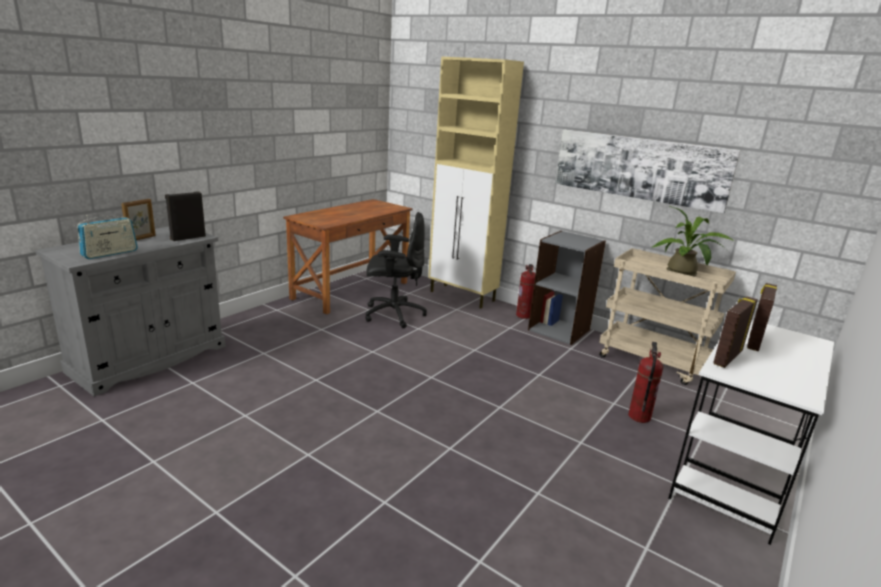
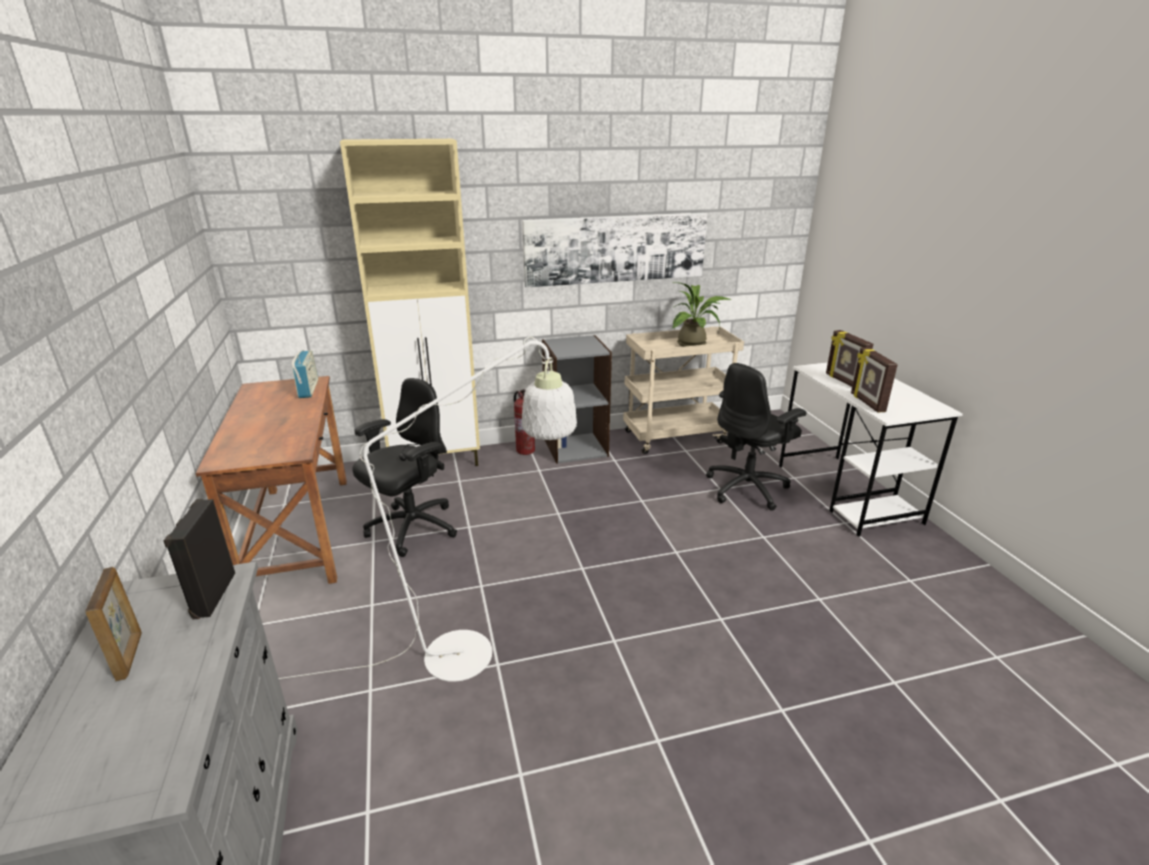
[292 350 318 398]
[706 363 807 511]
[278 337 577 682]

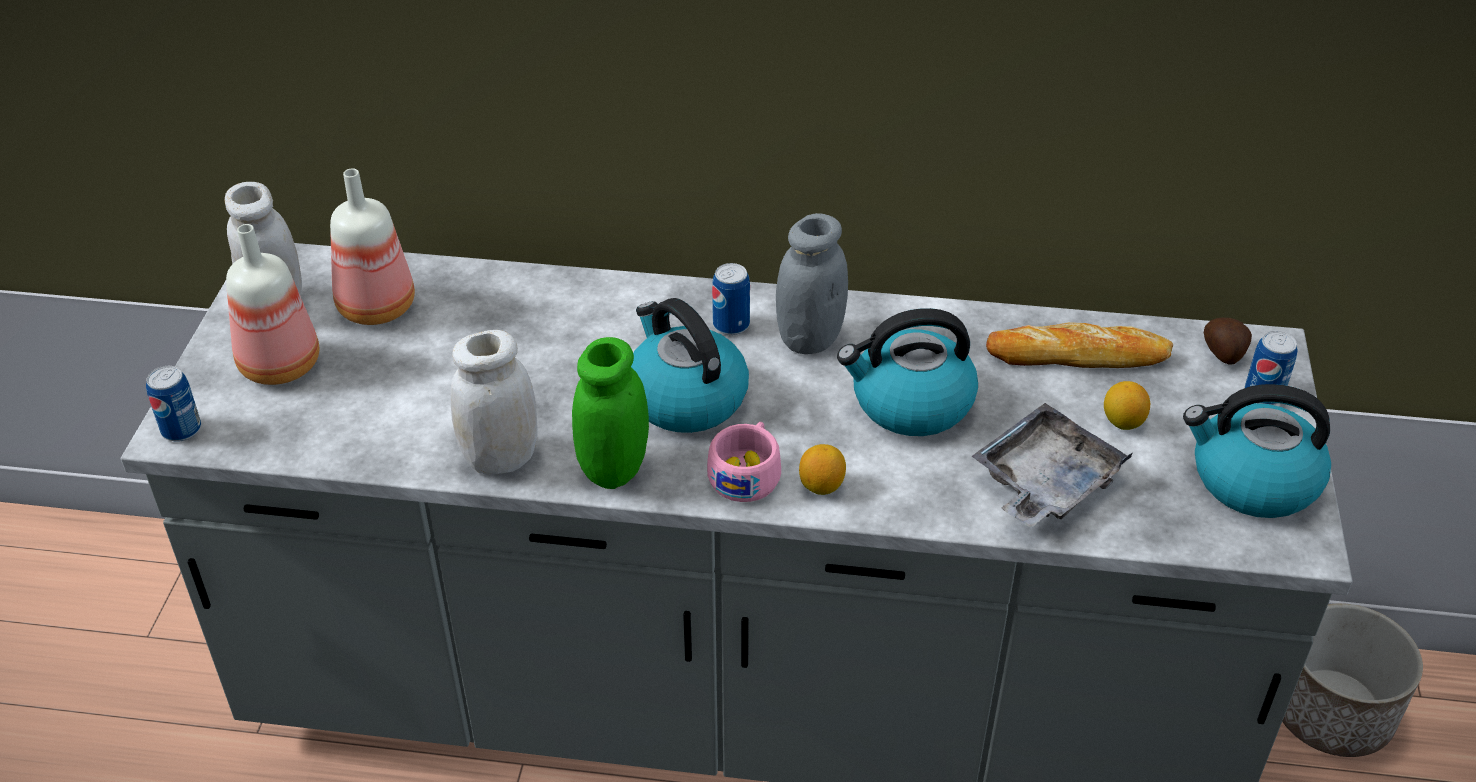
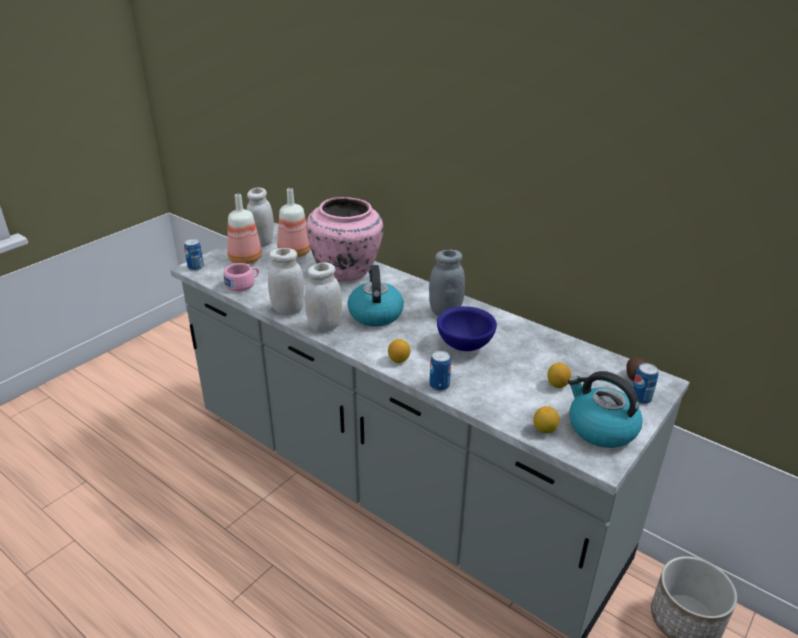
[429 351 451 391]
[437 306 497 351]
[986 322 1173 368] (first image)
[305 262 342 333]
[971 403 1132 528] (first image)
[224 263 259 291]
[306 197 383 281]
[533 406 560 433]

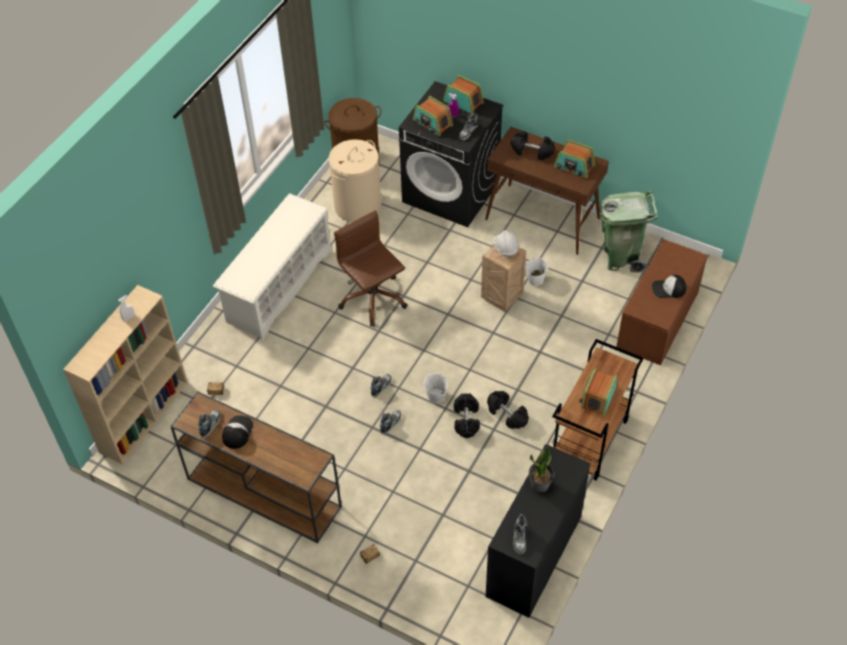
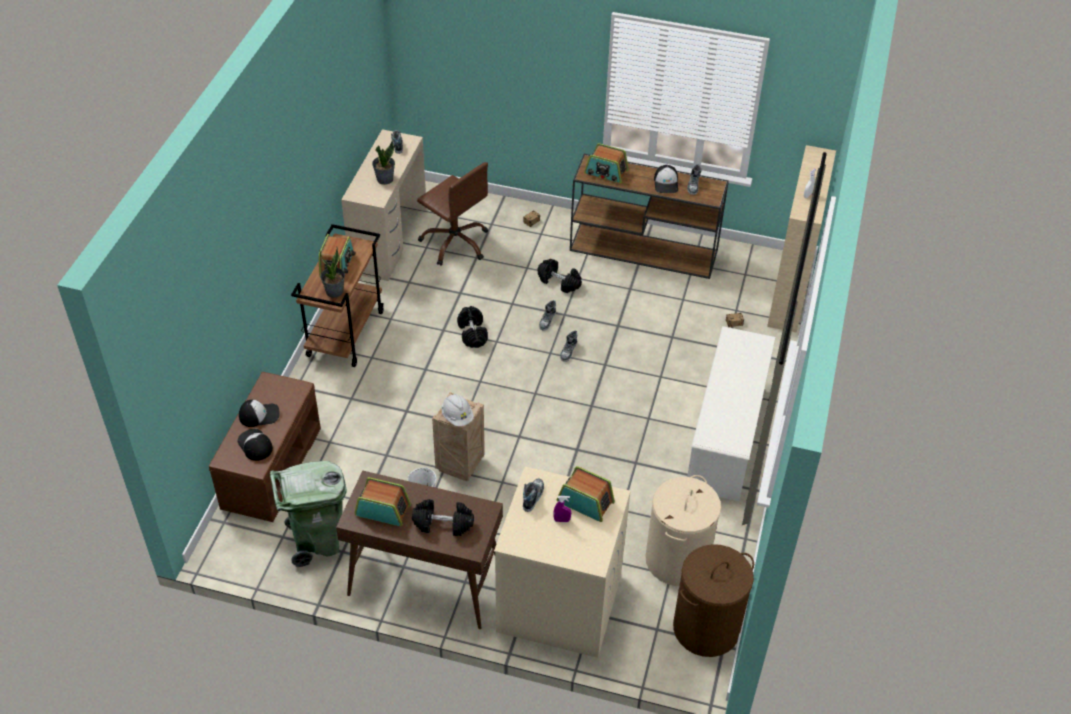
[584 143 629 183]
[494 467 630 658]
[417 162 488 266]
[424 373 448 403] (first image)
[537 259 582 293]
[341 129 427 281]
[319 248 345 298]
[237 429 273 461]

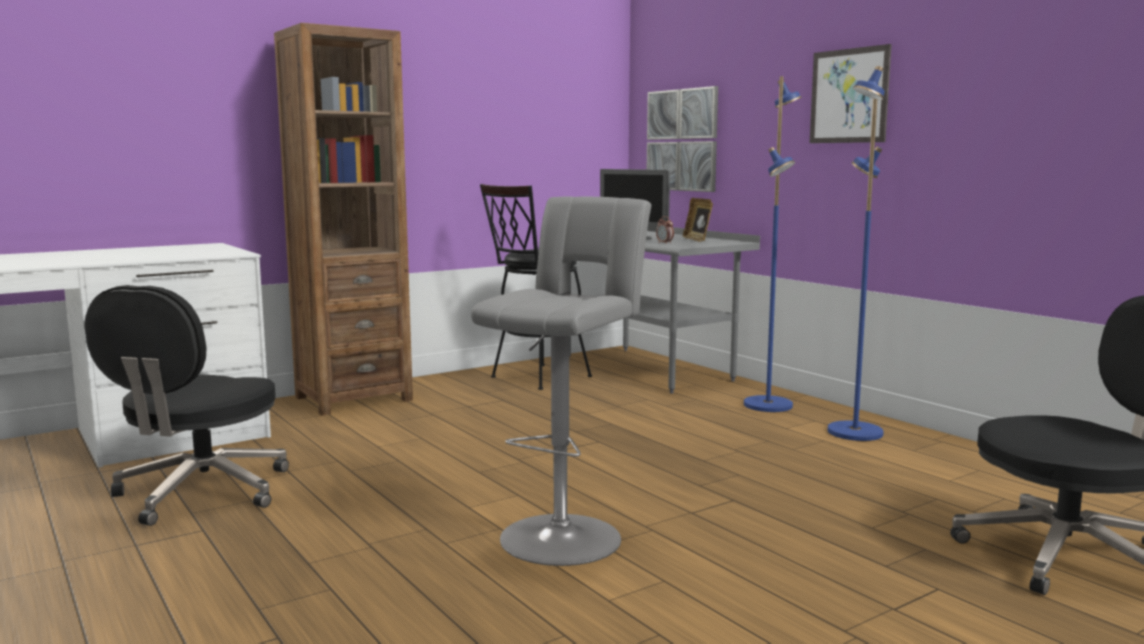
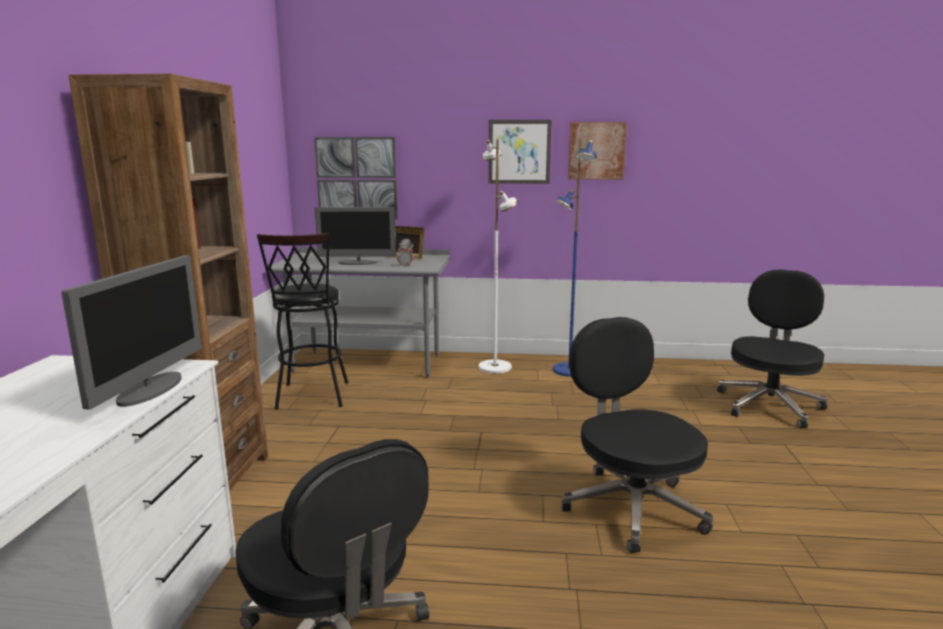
[478 139 518 374]
[561 317 713 553]
[568 122 627 179]
[61 255 202 410]

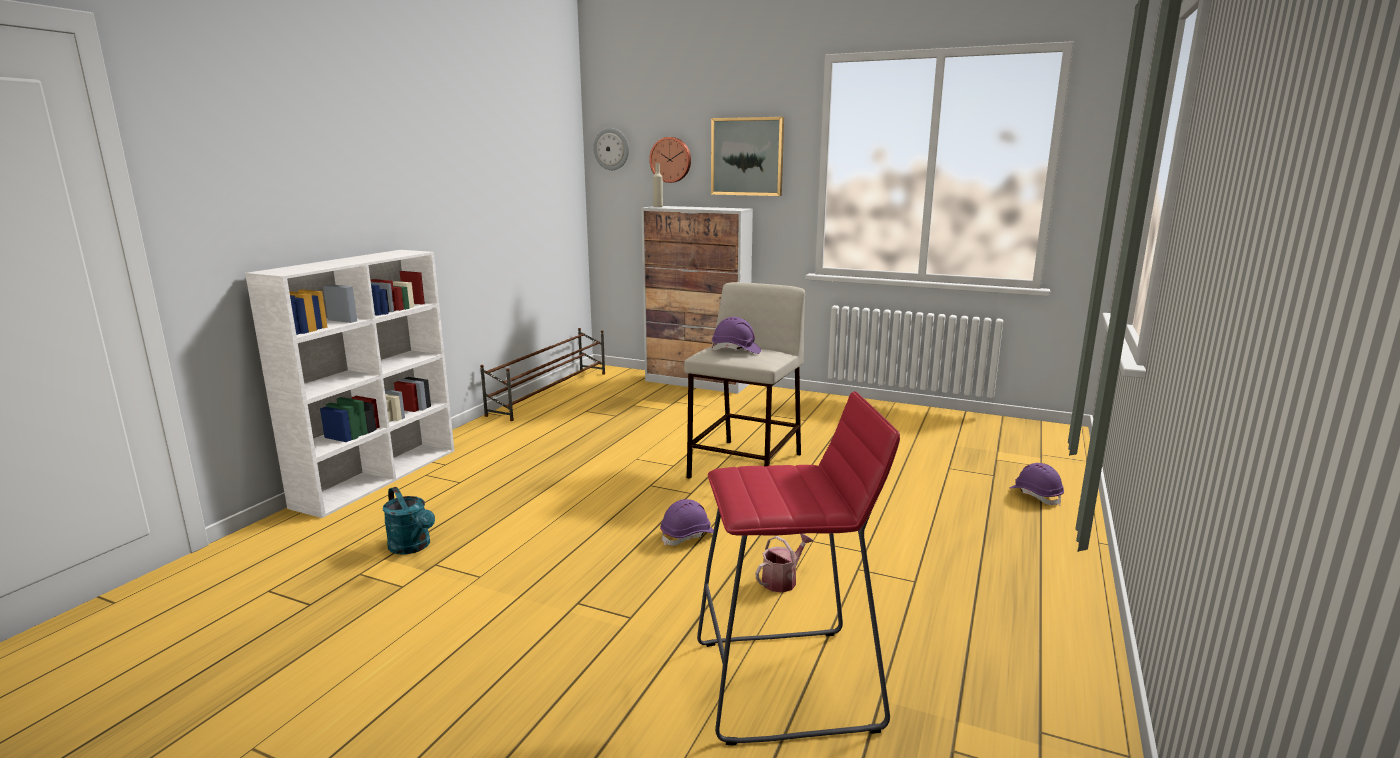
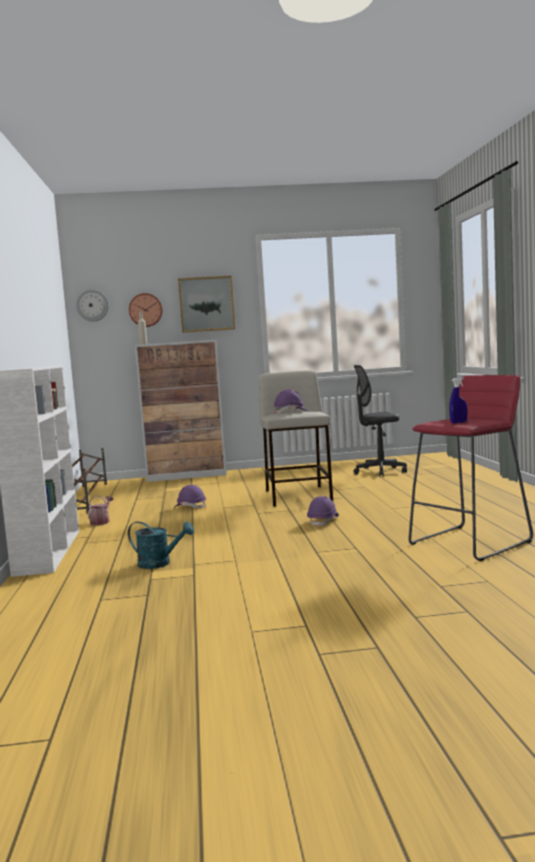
[175 485 206 509]
[88 496 113 525]
[353 365 407 477]
[449 377 467 423]

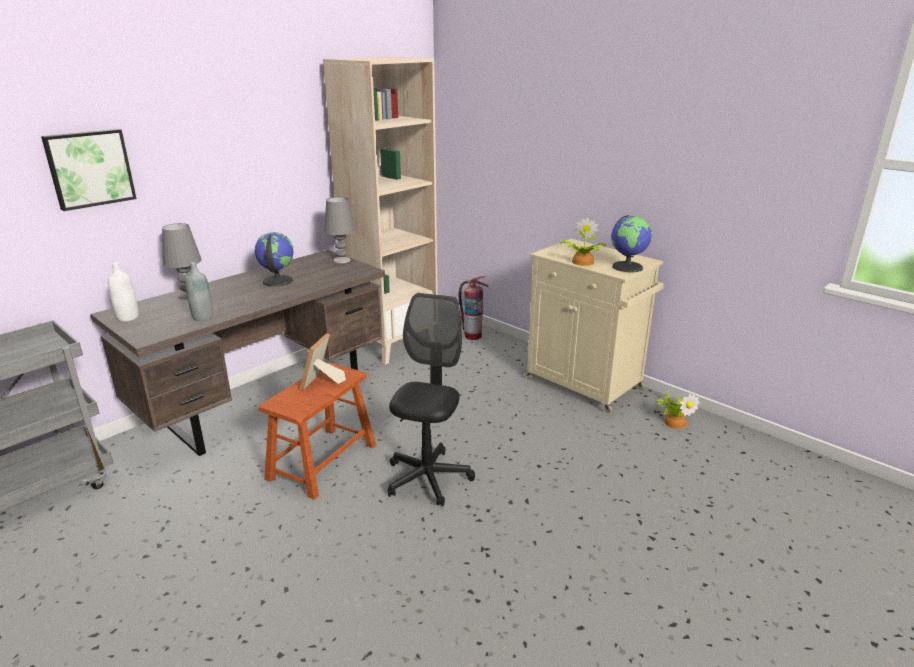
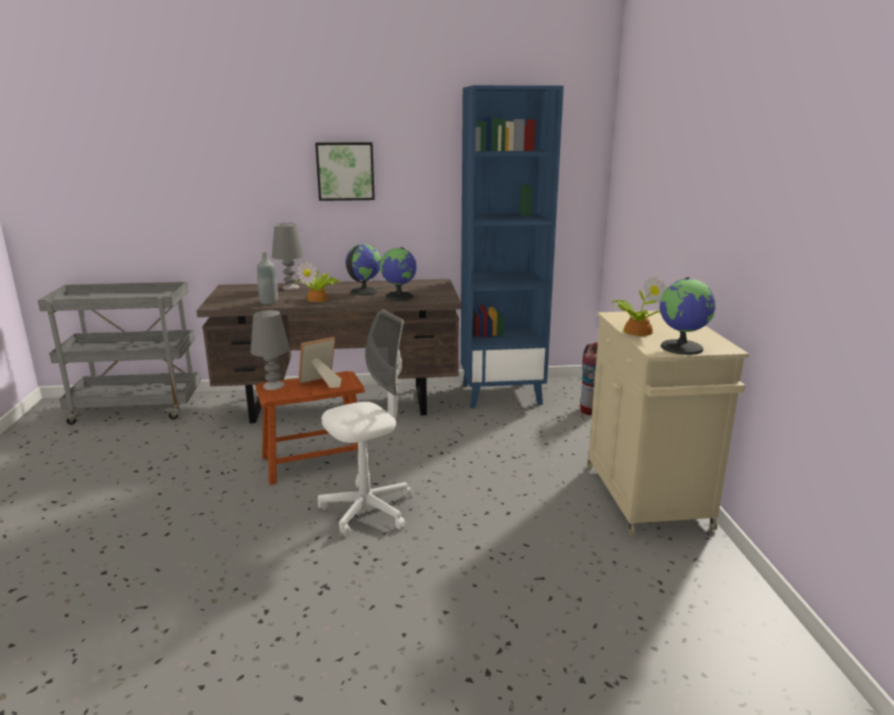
[461 85 564 408]
[315 142 375 201]
[250 310 290 390]
[108 262 139 322] (first image)
[318 310 412 537]
[295 261 340 302]
[380 247 417 301]

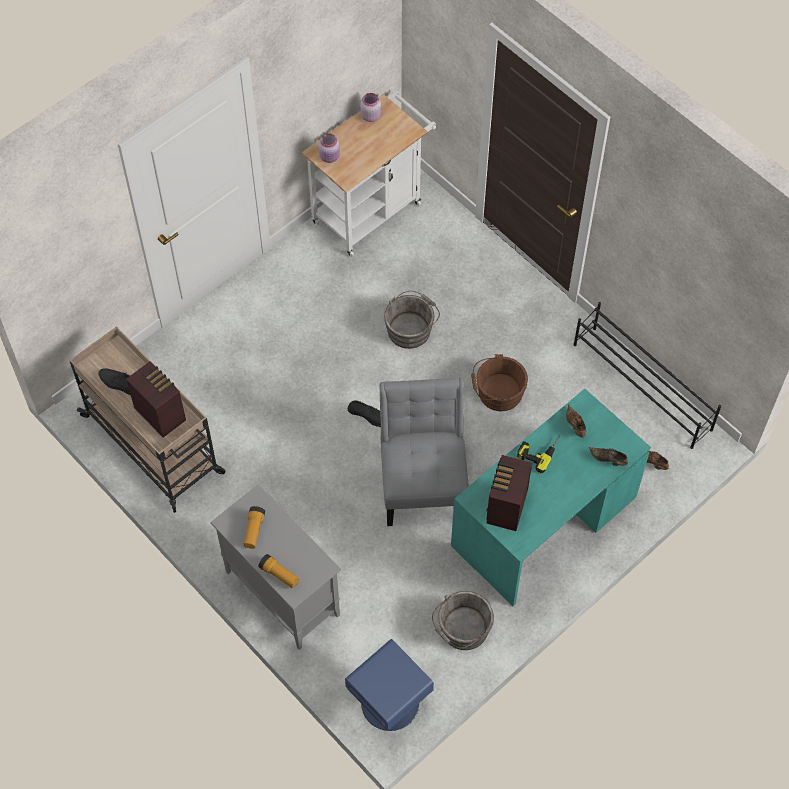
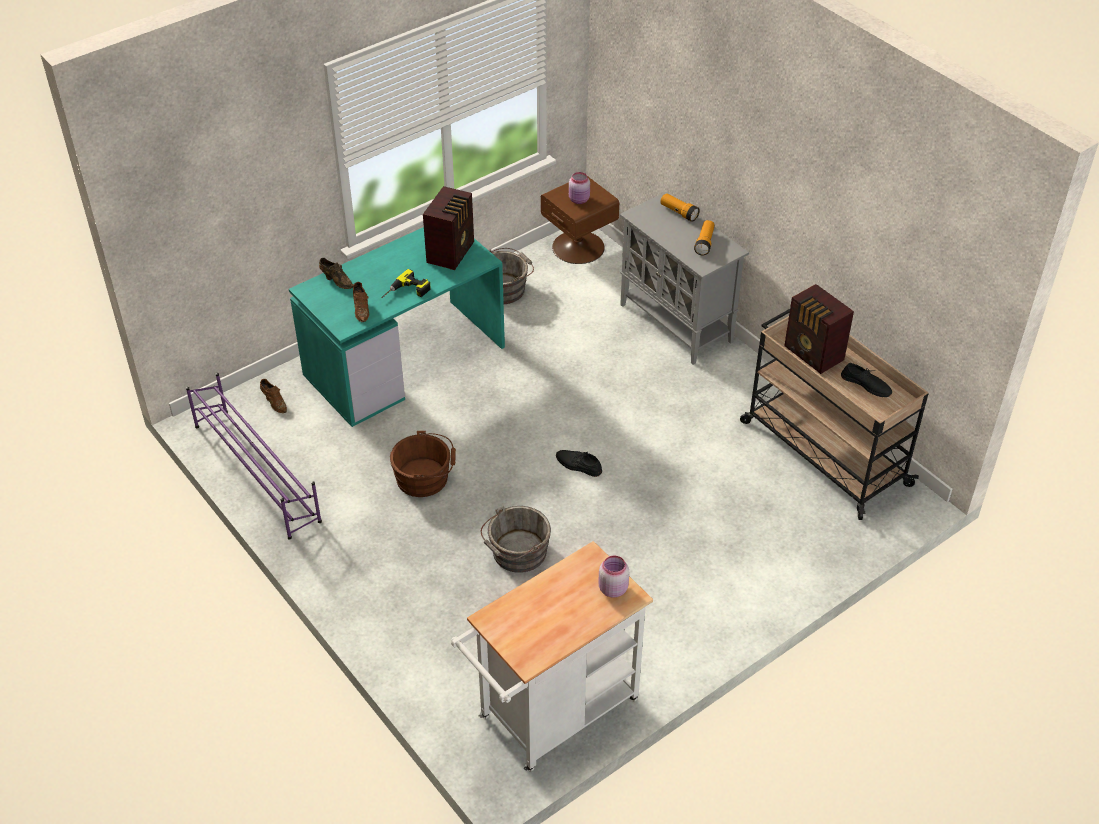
[569 172 590 204]
[186 373 322 540]
[380 378 469 526] (first image)
[541 177 619 264]

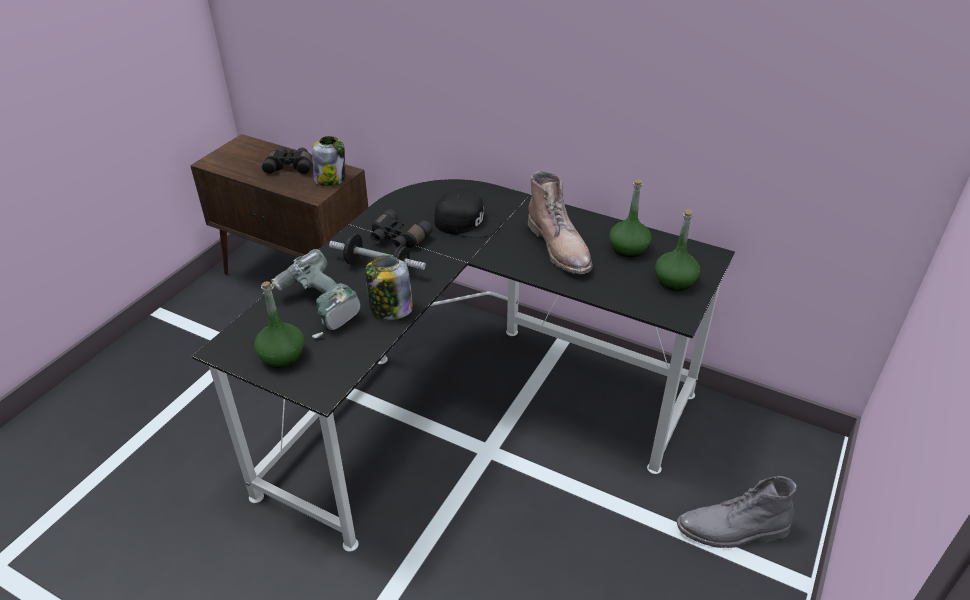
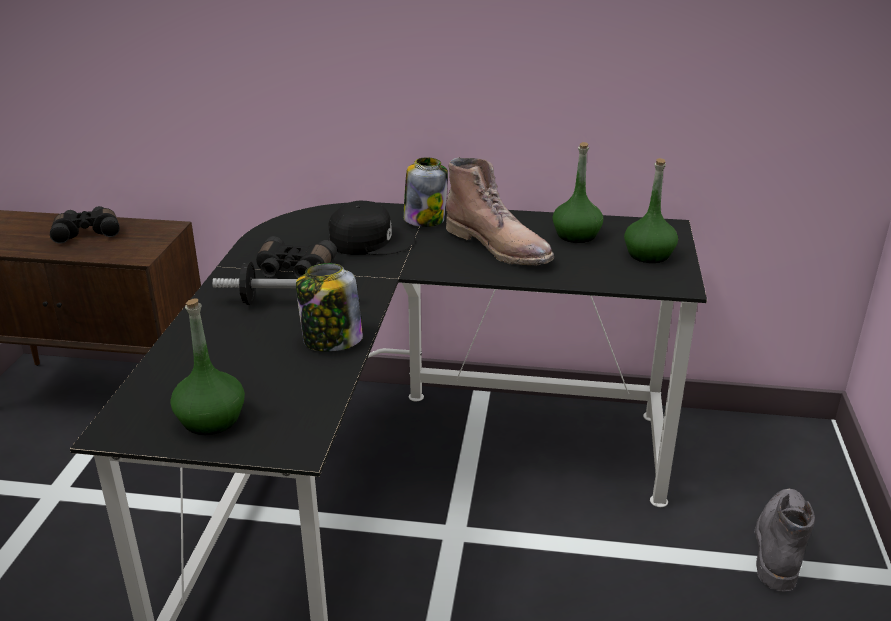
[403 157 448 227]
[262 249 360 339] (first image)
[754 489 815 592]

